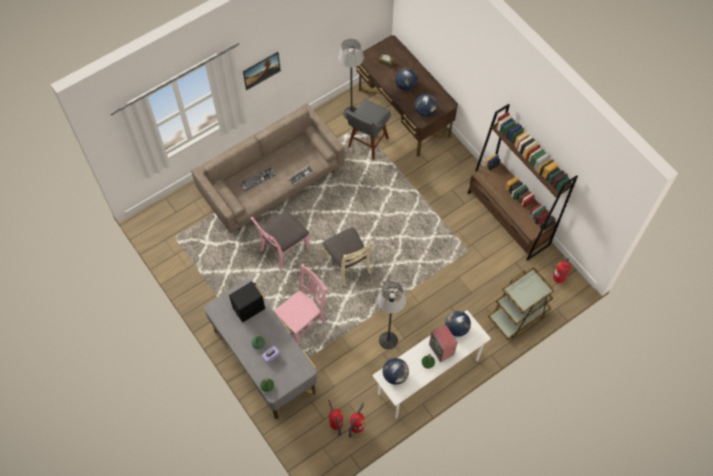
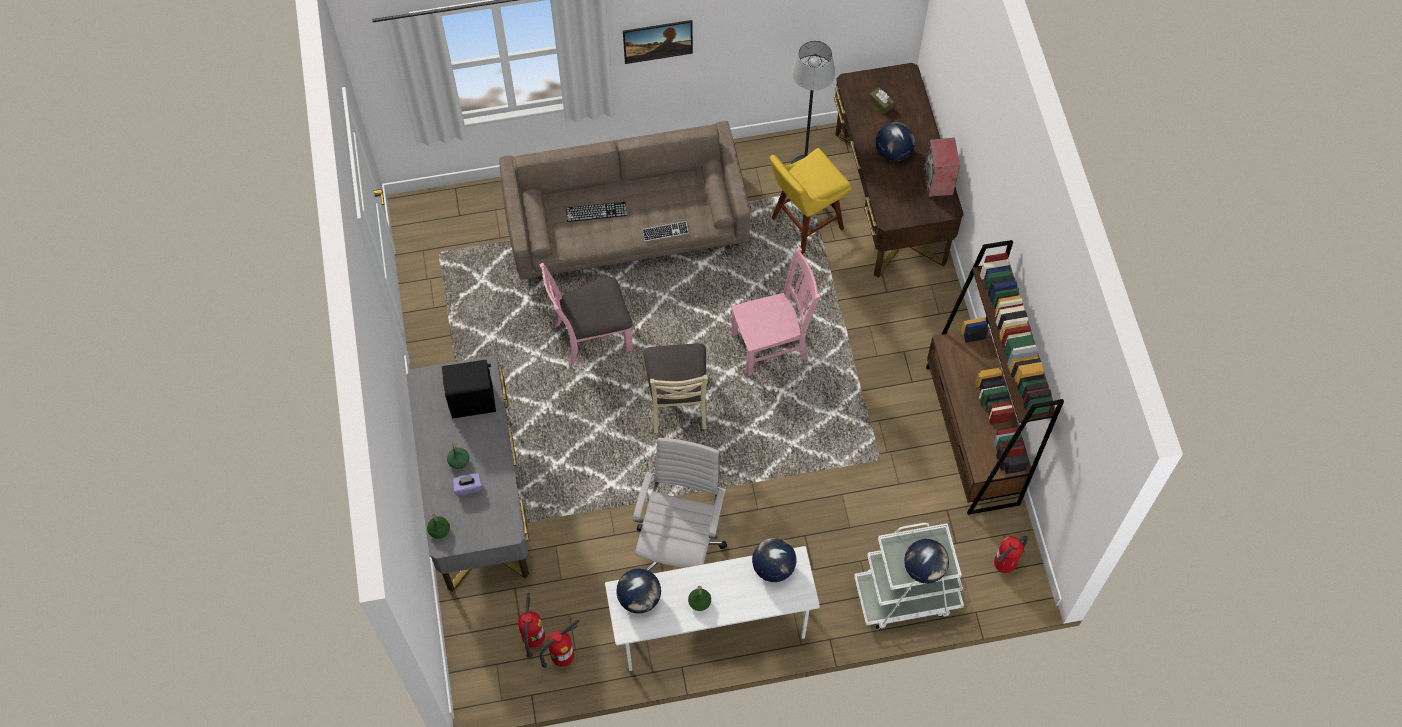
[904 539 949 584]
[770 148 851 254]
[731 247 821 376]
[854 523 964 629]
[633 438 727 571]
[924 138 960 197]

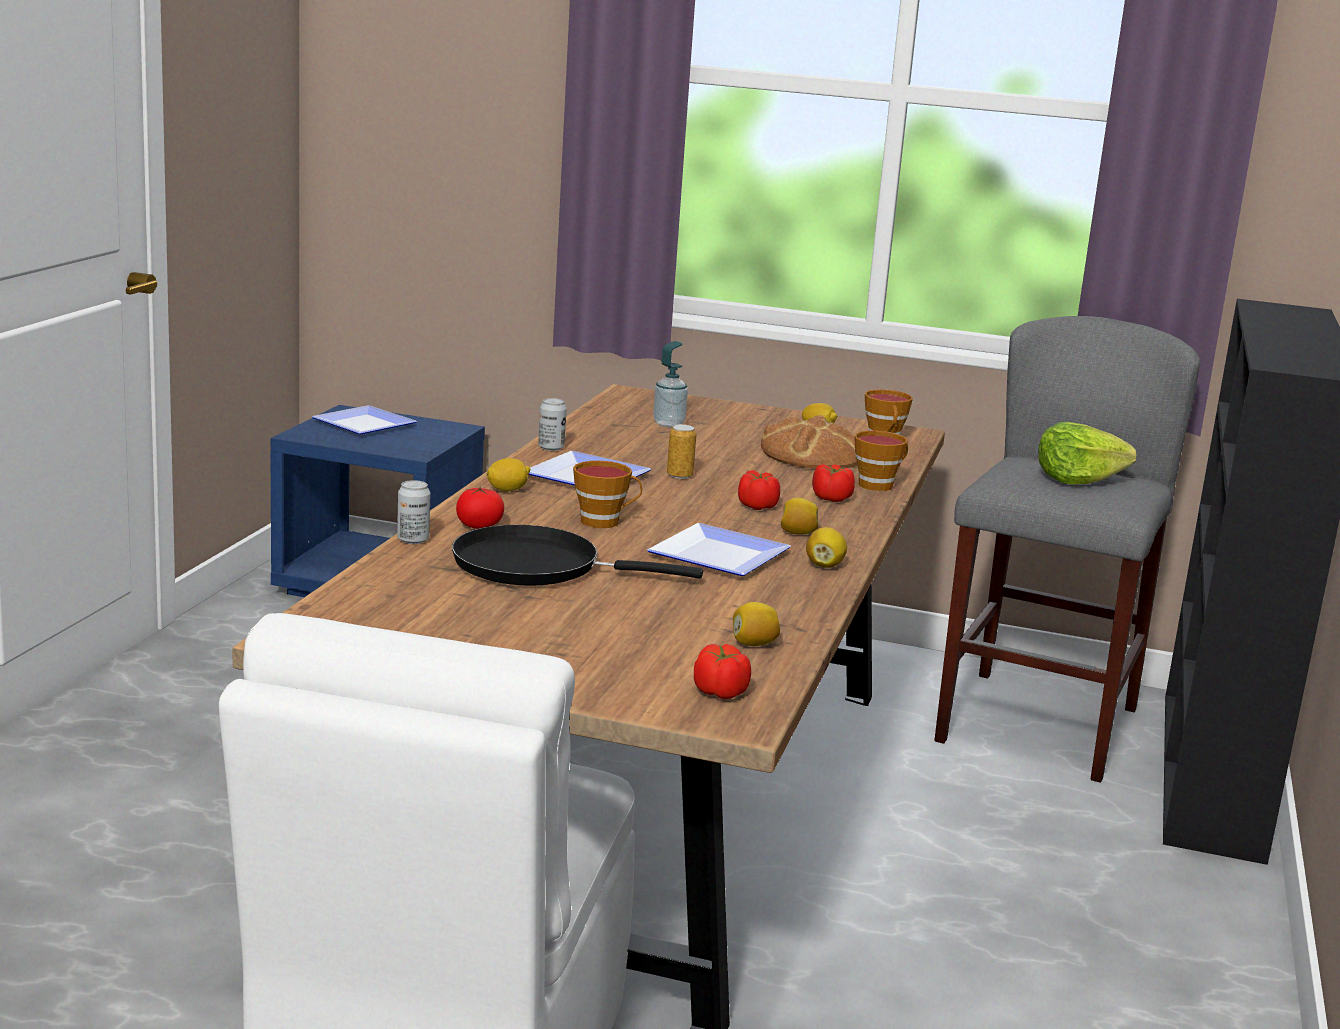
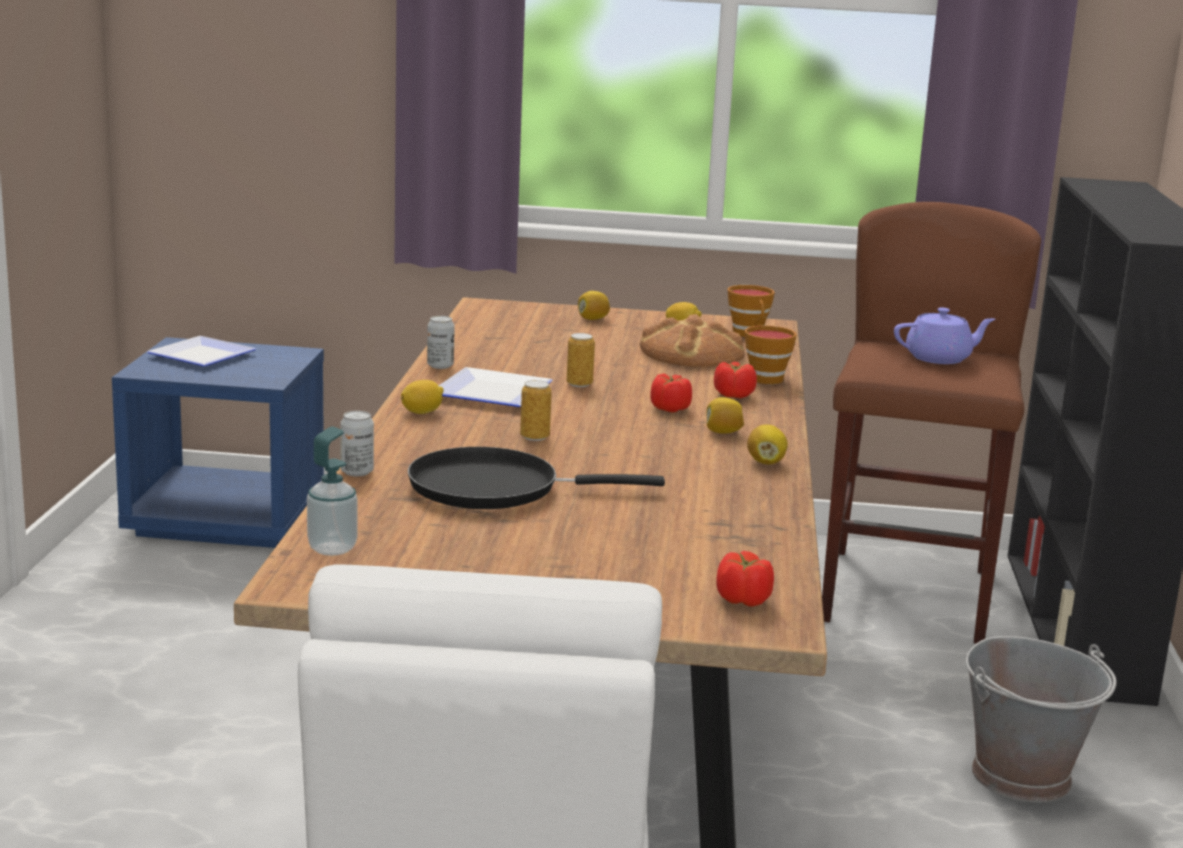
[822 202 1041 644]
[307 427 358 556]
[894 308 995 364]
[520 380 552 441]
[456 487 504 529] (first image)
[647 523 791 576] (first image)
[578 291 610 320]
[966 636 1116 802]

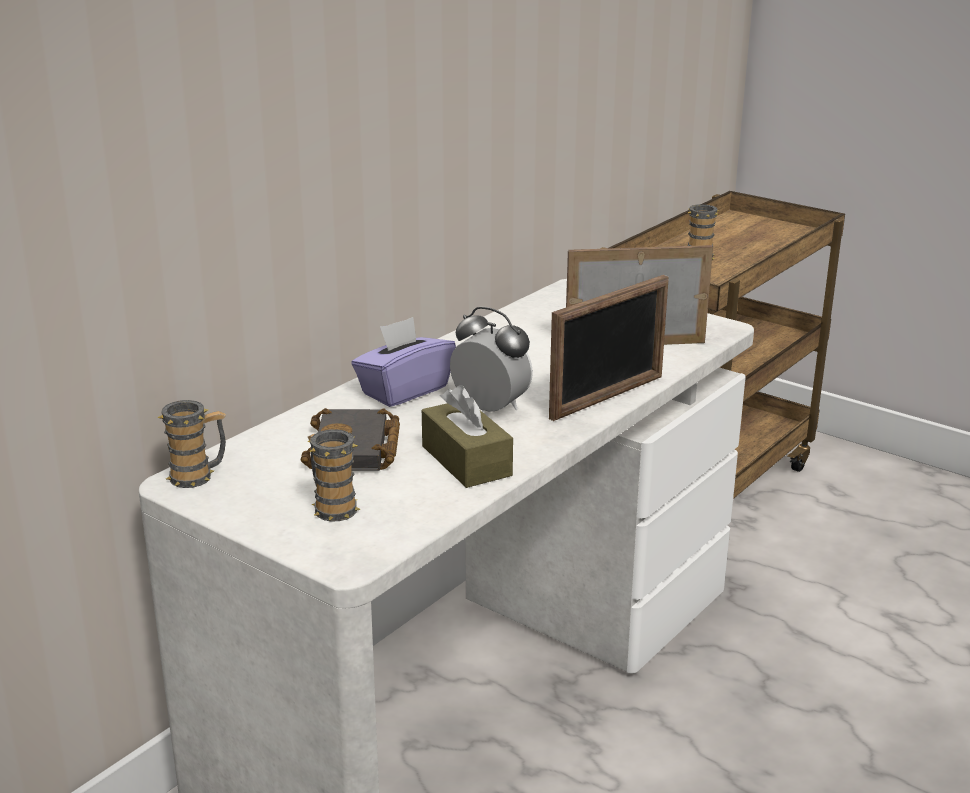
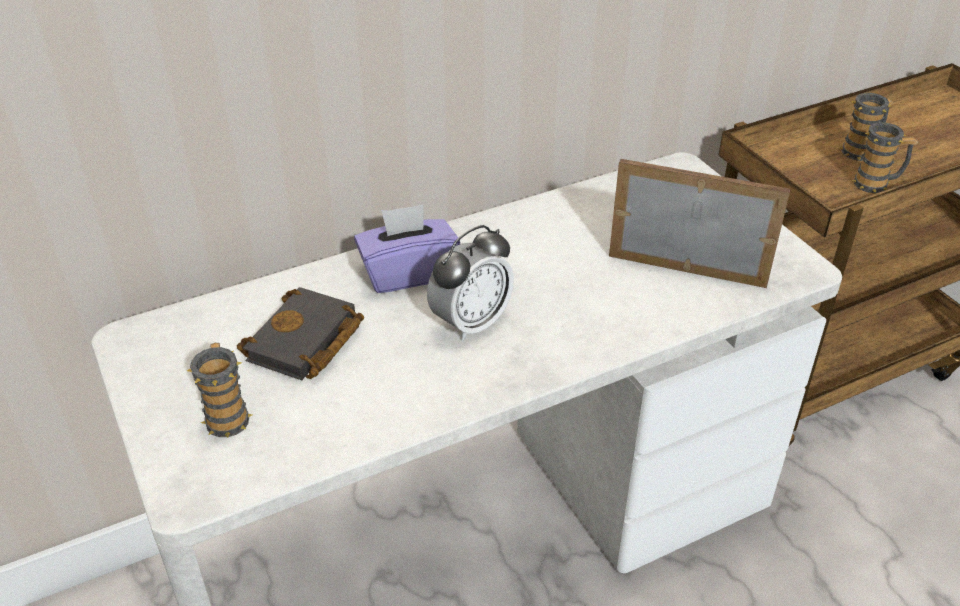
[549 275 668 421] (first image)
[427 225 514 341]
[422 385 513 488] (first image)
[852 122 918 193]

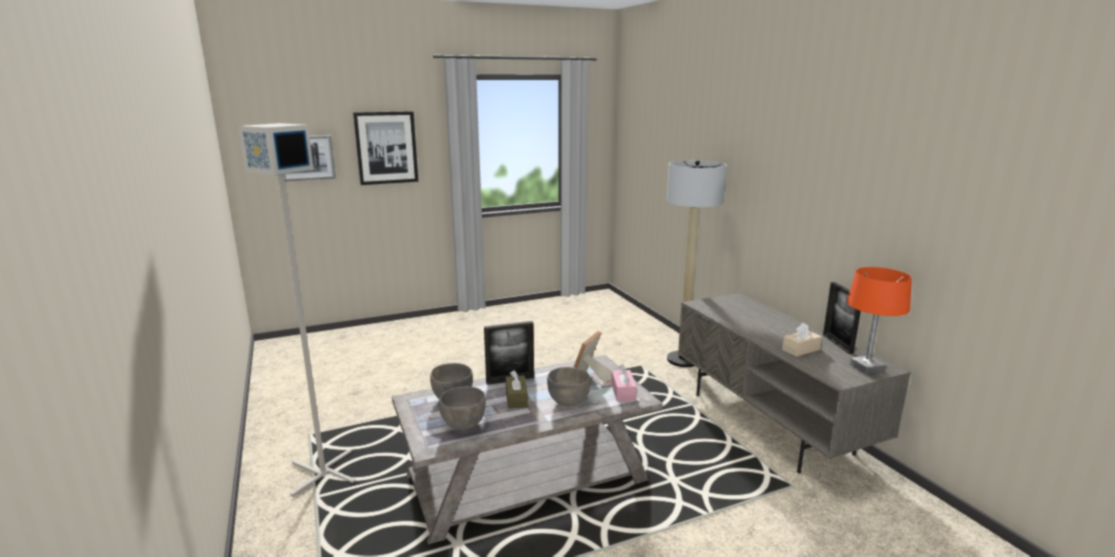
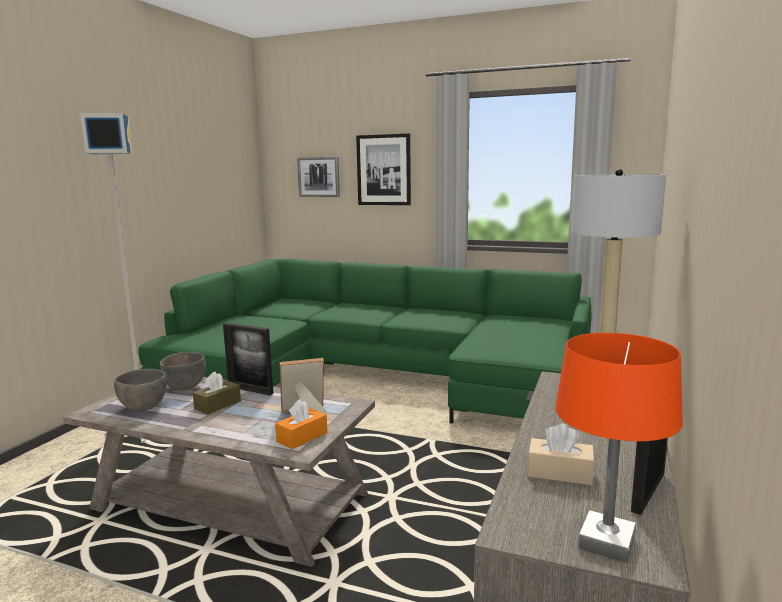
[275 399 327 449]
[547 367 590 406] (first image)
[138 259 592 424]

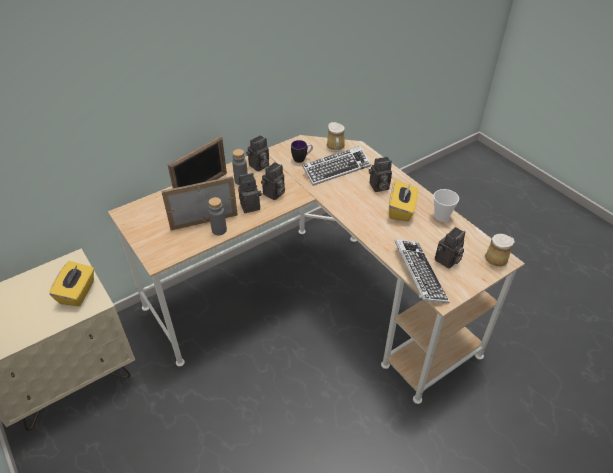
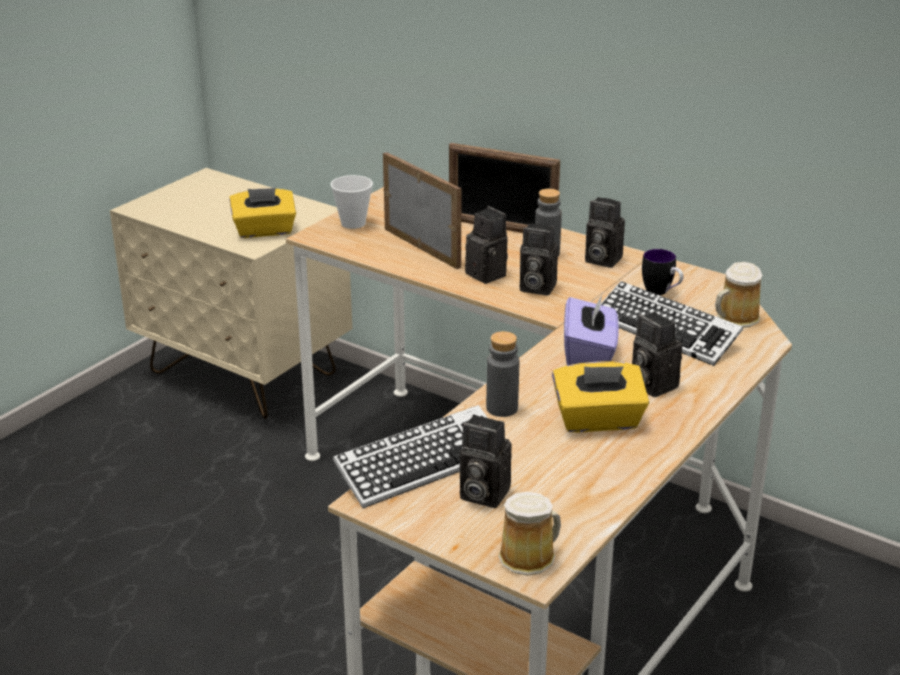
[330 175 373 229]
[486 331 519 417]
[564 293 619 365]

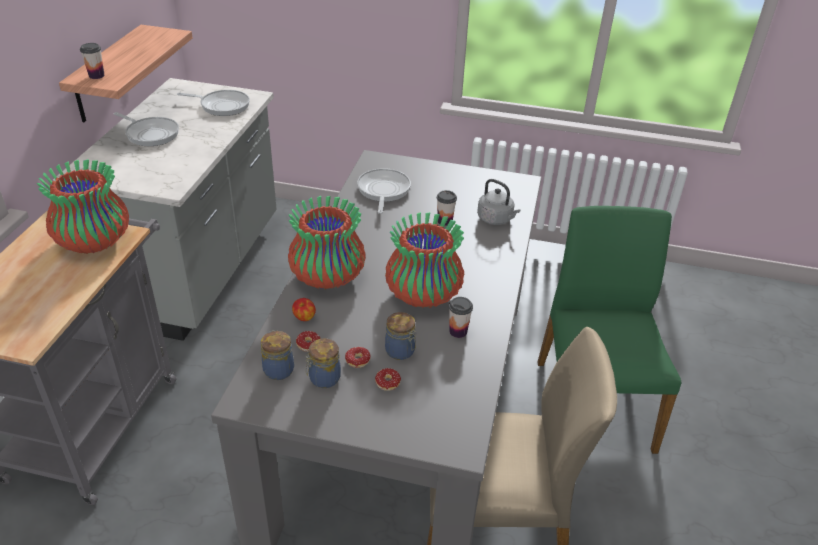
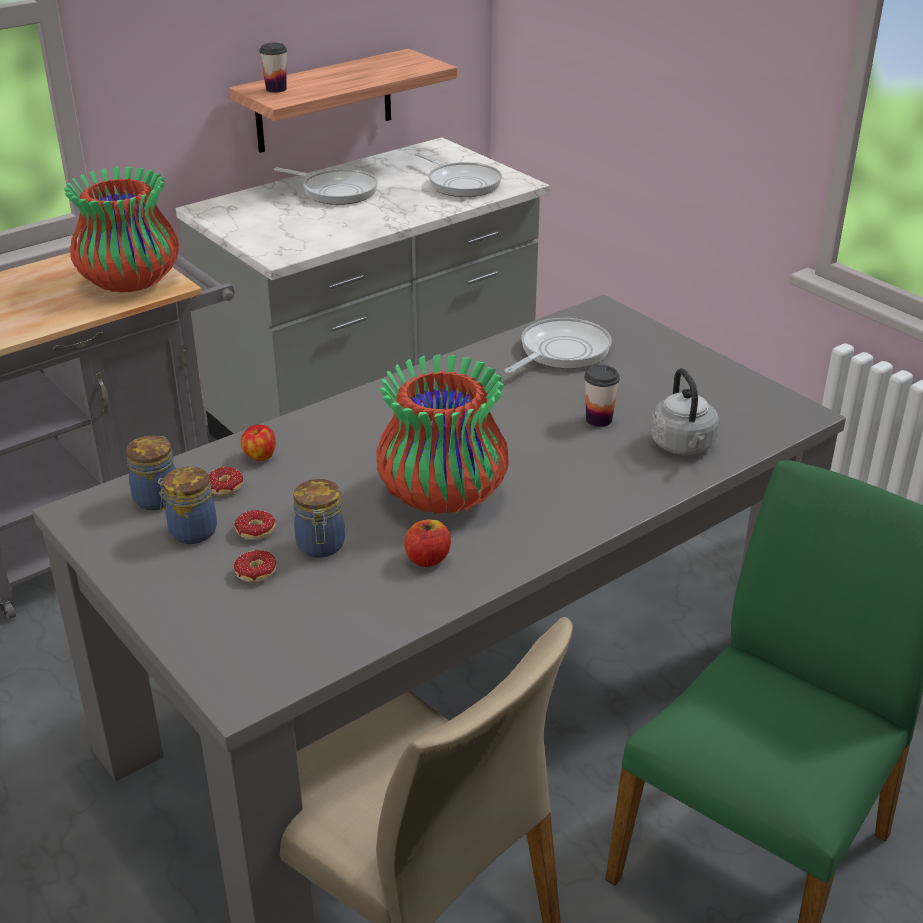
[274 167 378 205]
[288 196 366 289] (first image)
[404 519 451 567]

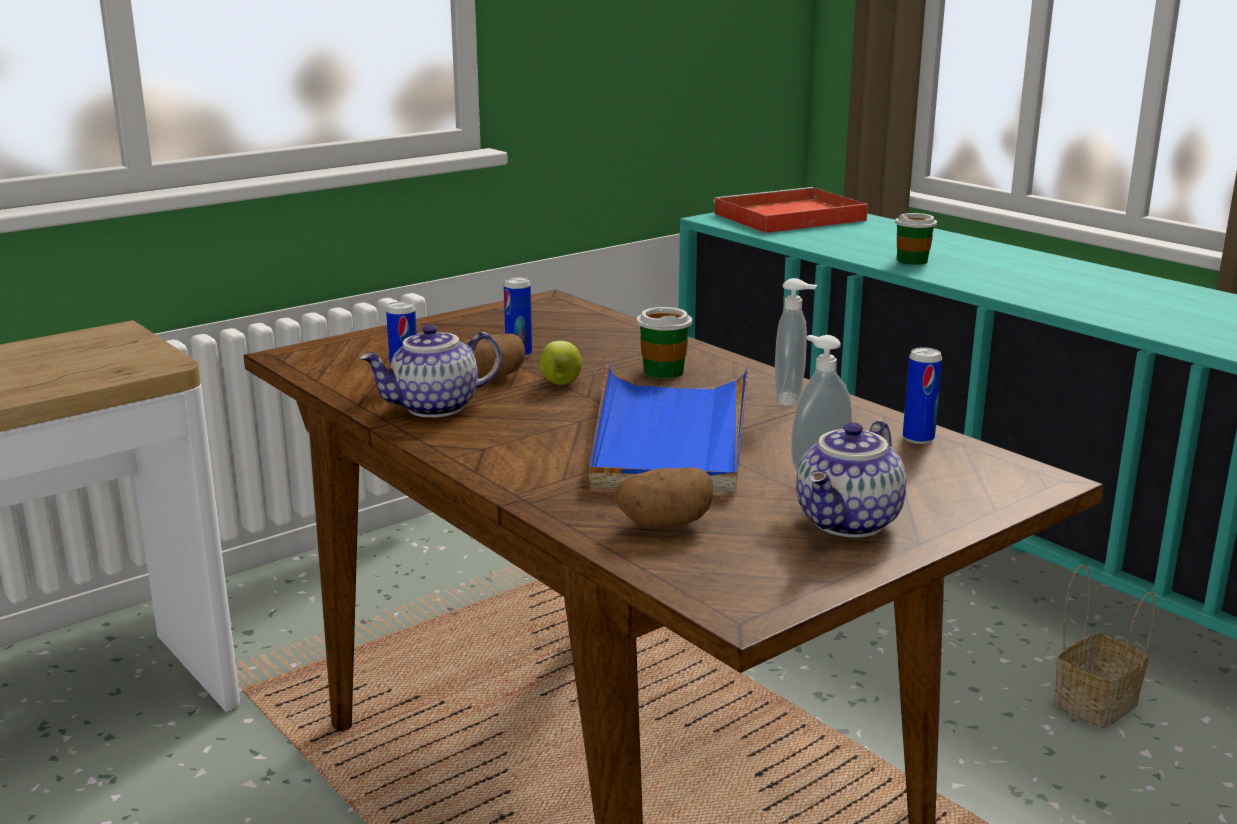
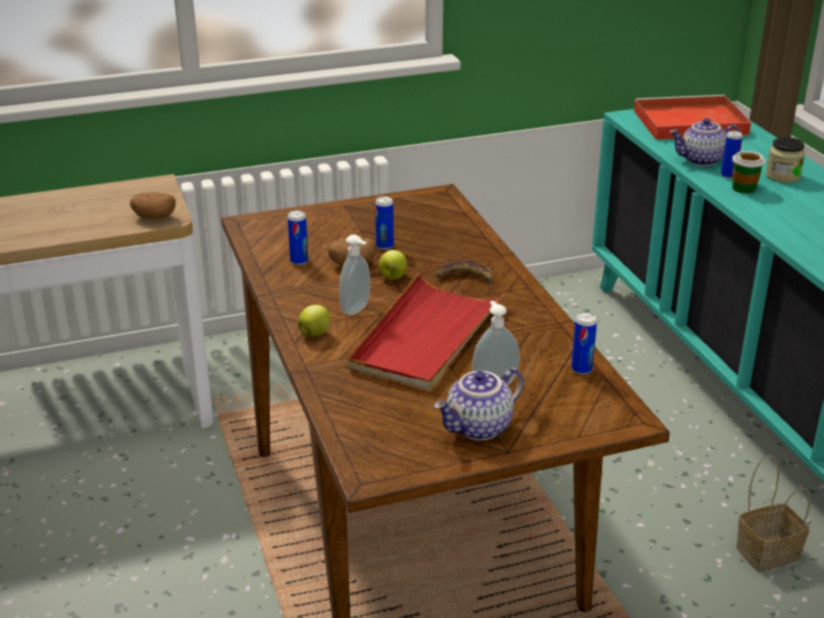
[339 235 370 315]
[436 261 493 287]
[669 118 740 166]
[348 272 506 390]
[130 192 176 219]
[721 131 743 179]
[766 137 805 183]
[298 305 330 336]

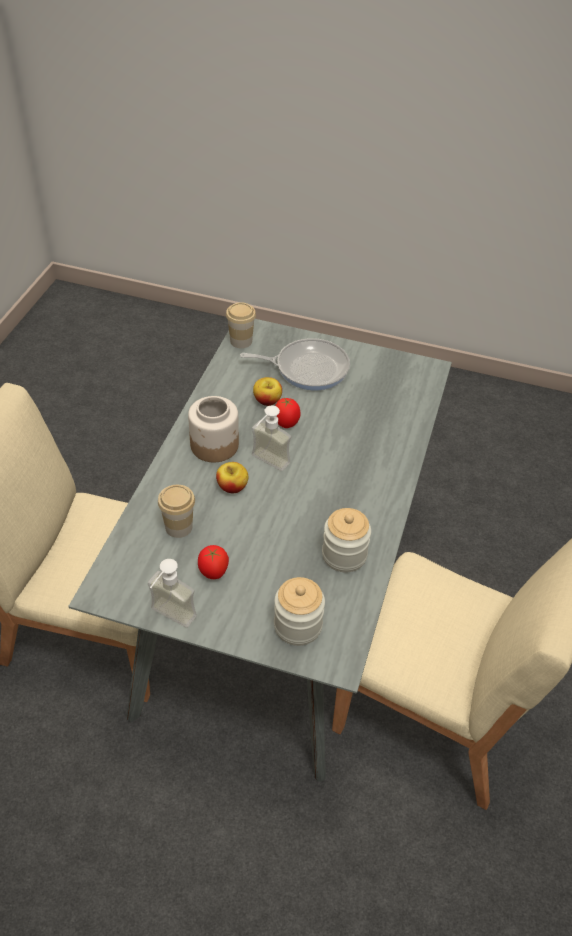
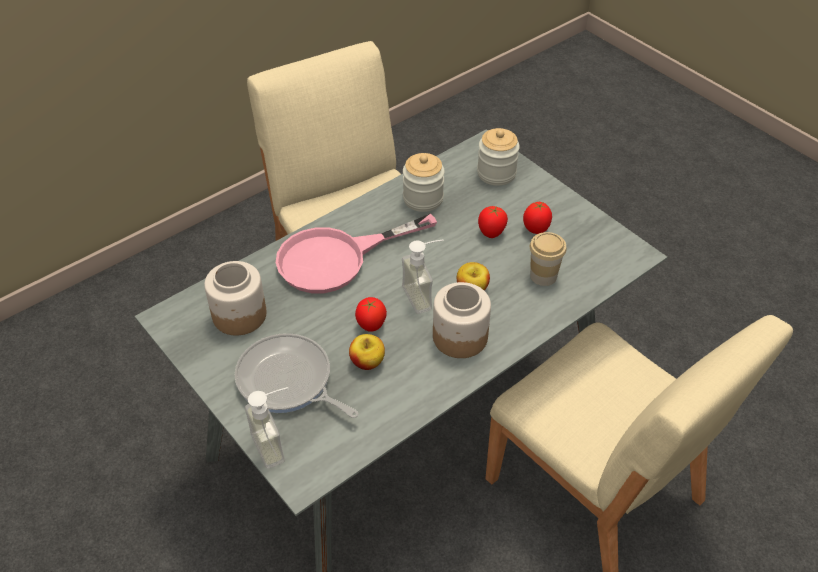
[226 302 256 348] (first image)
[245 387 288 469]
[478 206 508 238]
[276 214 437 293]
[204 261 266 335]

